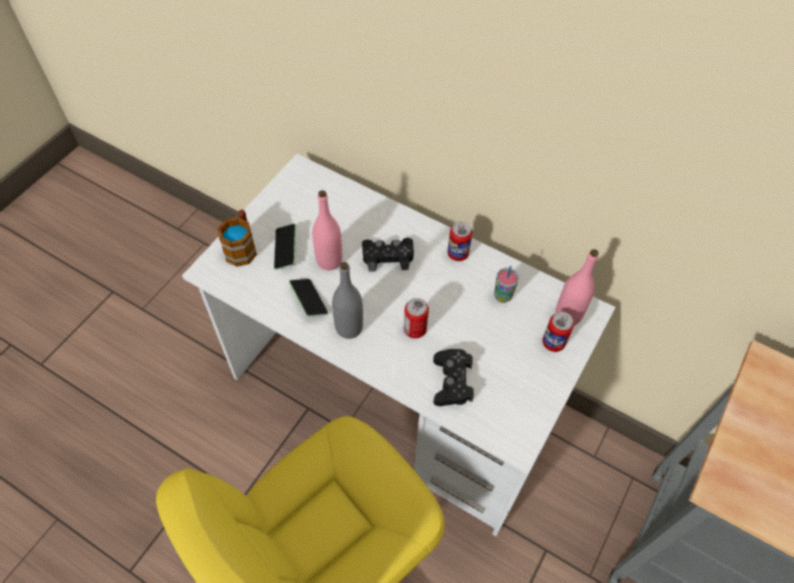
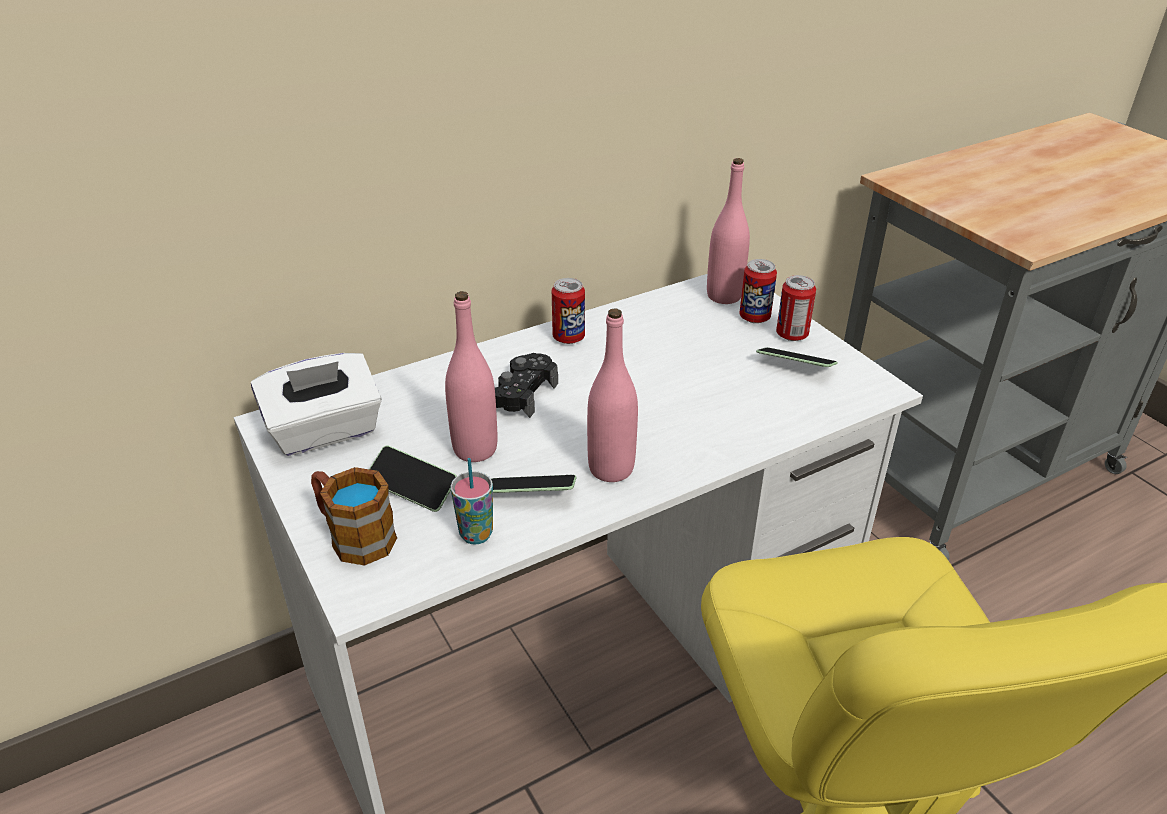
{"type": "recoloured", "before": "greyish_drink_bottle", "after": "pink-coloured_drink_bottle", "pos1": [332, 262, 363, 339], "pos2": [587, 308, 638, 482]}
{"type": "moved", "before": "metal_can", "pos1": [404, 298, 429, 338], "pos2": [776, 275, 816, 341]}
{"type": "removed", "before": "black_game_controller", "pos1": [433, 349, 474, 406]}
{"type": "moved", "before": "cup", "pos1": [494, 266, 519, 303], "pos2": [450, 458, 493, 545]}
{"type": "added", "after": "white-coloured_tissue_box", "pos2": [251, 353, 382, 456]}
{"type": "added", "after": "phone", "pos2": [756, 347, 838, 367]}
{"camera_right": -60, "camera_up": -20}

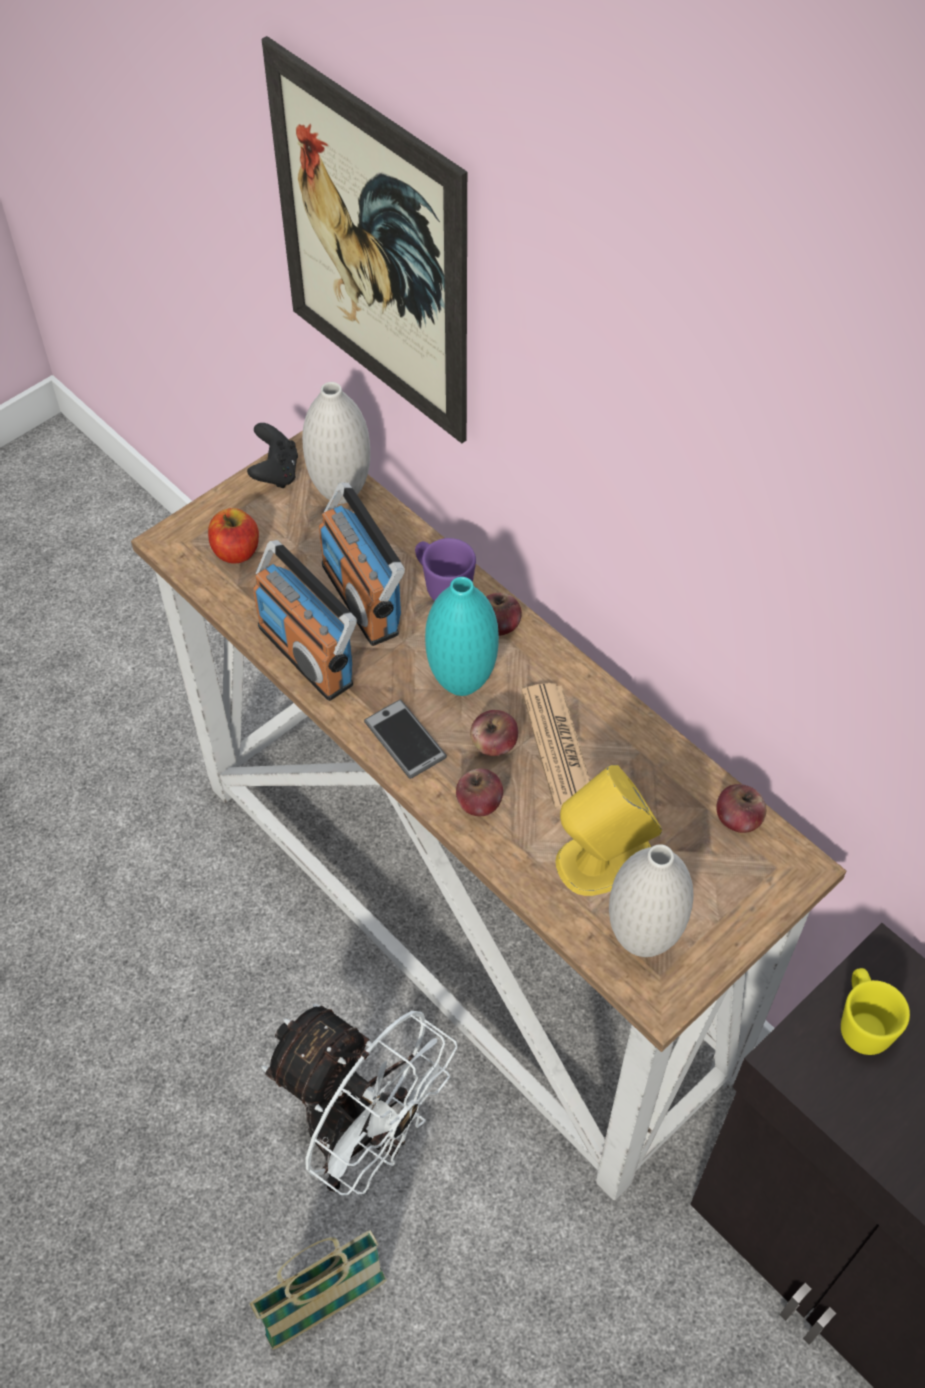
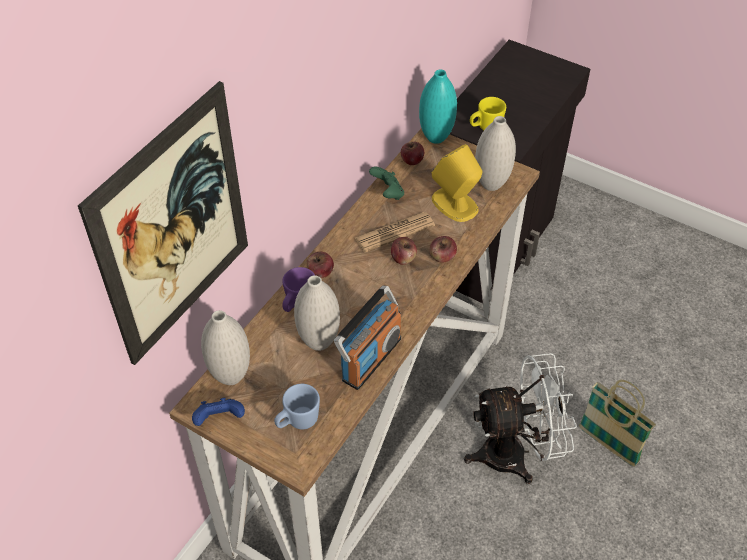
{"type": "replaced", "before": "apple", "after": "blue_coffee_mug", "pos1": [208, 508, 259, 563], "pos2": [274, 384, 320, 429]}
{"type": "recoloured", "before": "black_game_controller", "after": "blue_game_controller", "pos1": [247, 423, 298, 488], "pos2": [192, 398, 245, 426]}
{"type": "turned", "before": "white-coloured_cooling_fan", "pos1": [261, 1004, 458, 1196], "pos2": [464, 353, 577, 484], "turn": 60}
{"type": "replaced", "before": "radio_set", "after": "white-coloured_decorative_vase", "pos1": [319, 482, 405, 646], "pos2": [294, 275, 340, 351]}
{"type": "removed", "before": "phone", "pos1": [364, 700, 447, 779]}
{"type": "moved", "before": "turquoise_decorative_vase", "pos1": [425, 577, 499, 696], "pos2": [419, 69, 457, 144]}
{"type": "added", "after": "green_game_controller", "pos2": [369, 166, 404, 200]}
{"camera_right": -105, "camera_up": -5}

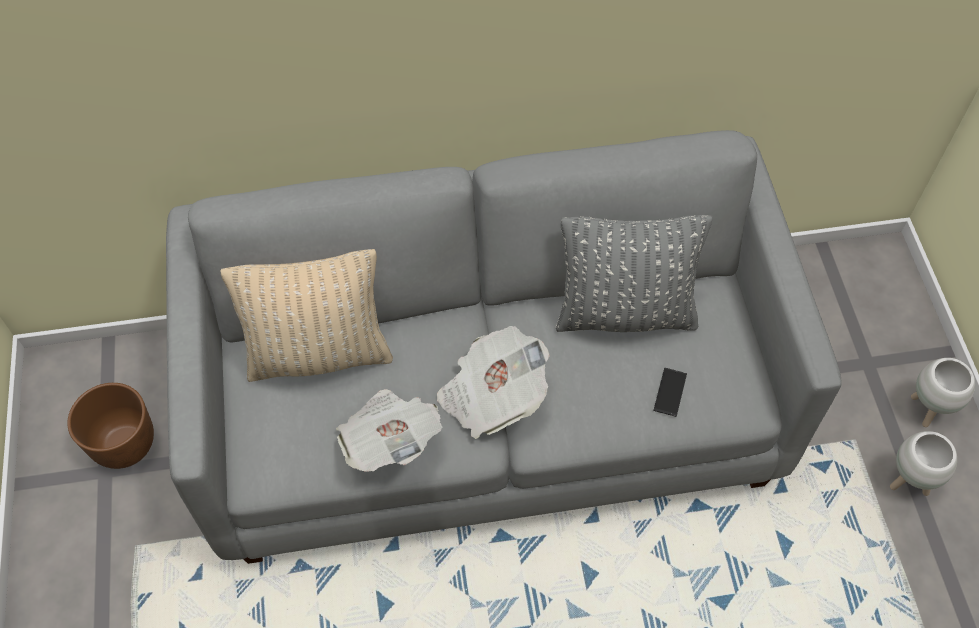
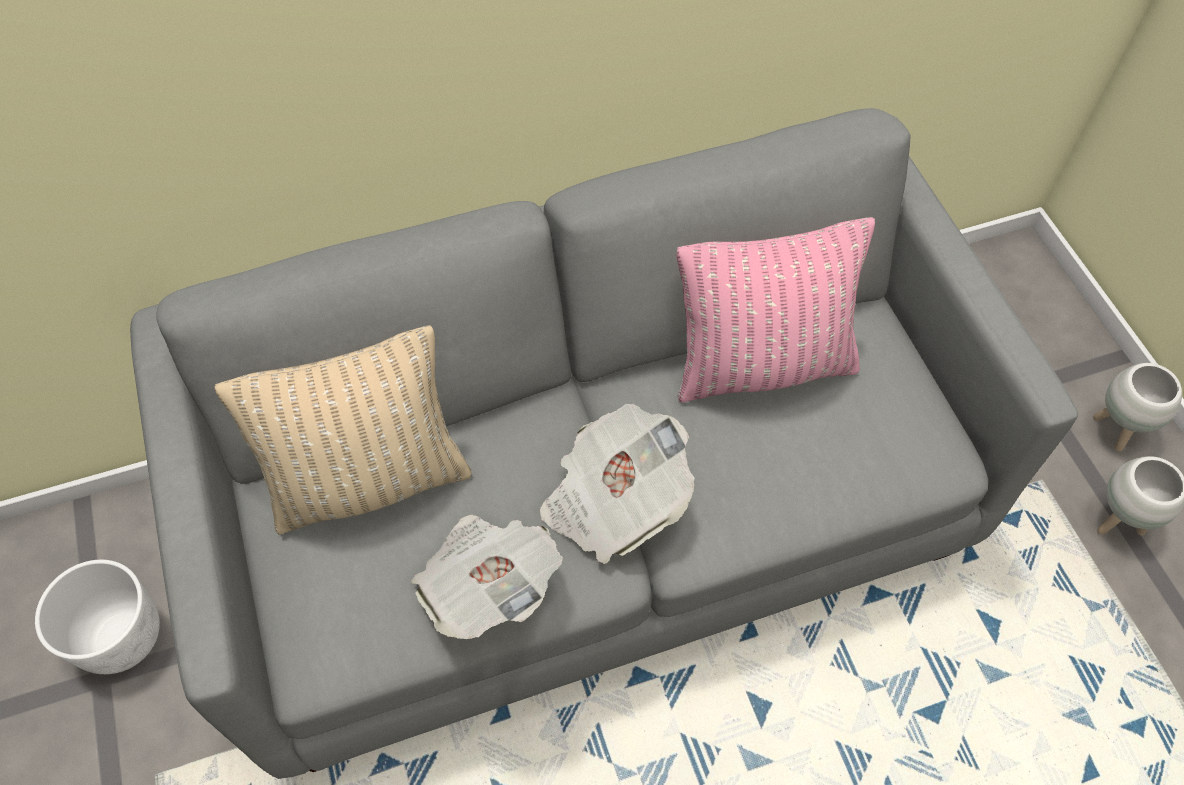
{"type": "recoloured", "before": "brown_flower_pot", "after": "white-coloured_flower_pot", "pos1": [67, 383, 154, 469], "pos2": [35, 560, 160, 674]}
{"type": "recoloured", "before": "greyish_pillow", "after": "pink-coloured_pillow", "pos1": [555, 215, 712, 332], "pos2": [677, 217, 875, 403]}
{"type": "removed", "before": "phone", "pos1": [653, 367, 687, 417]}
{"camera_right": -10, "camera_up": 0}

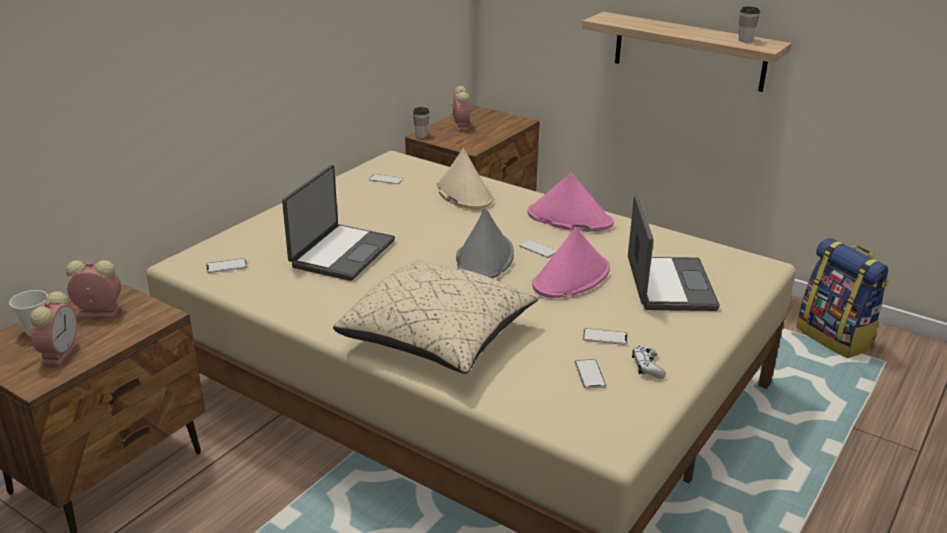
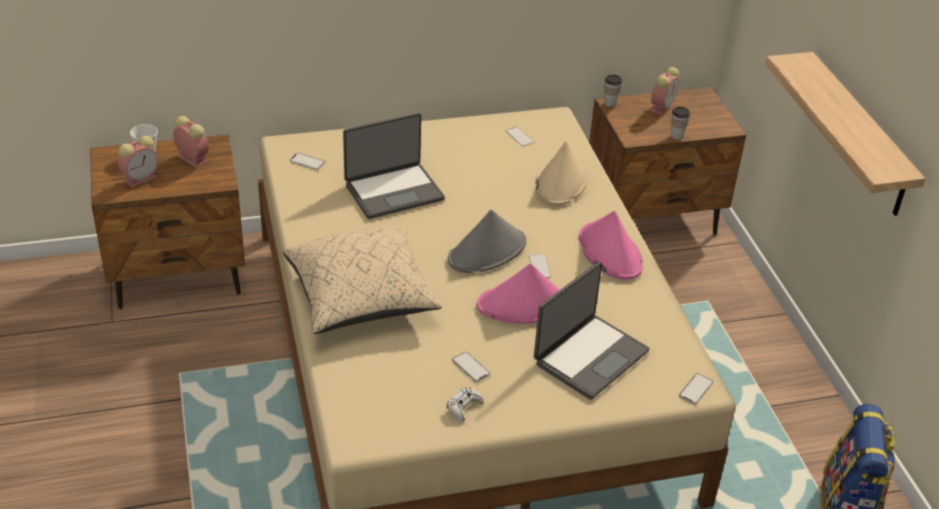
{"type": "moved", "before": "phone", "pos1": [574, 359, 606, 389], "pos2": [679, 373, 714, 404]}
{"type": "moved", "before": "cup", "pos1": [739, 7, 760, 42], "pos2": [671, 107, 690, 140]}
{"camera_right": 40, "camera_up": 10}

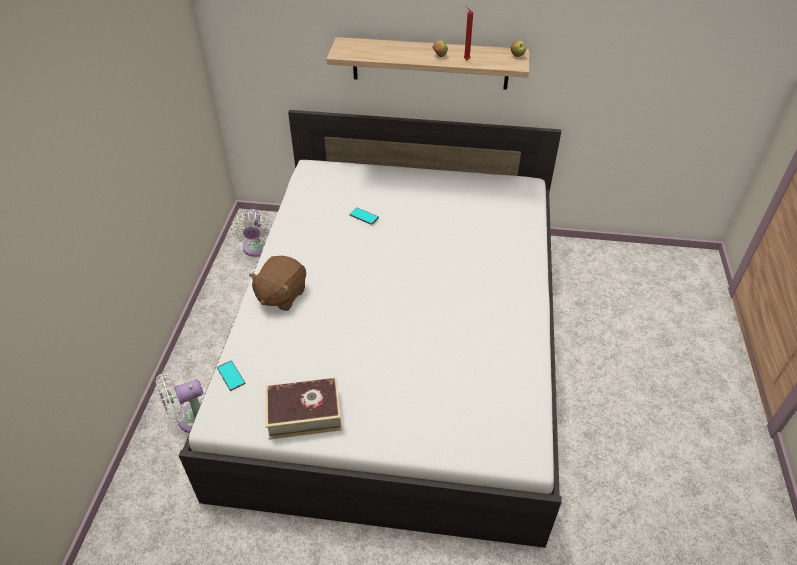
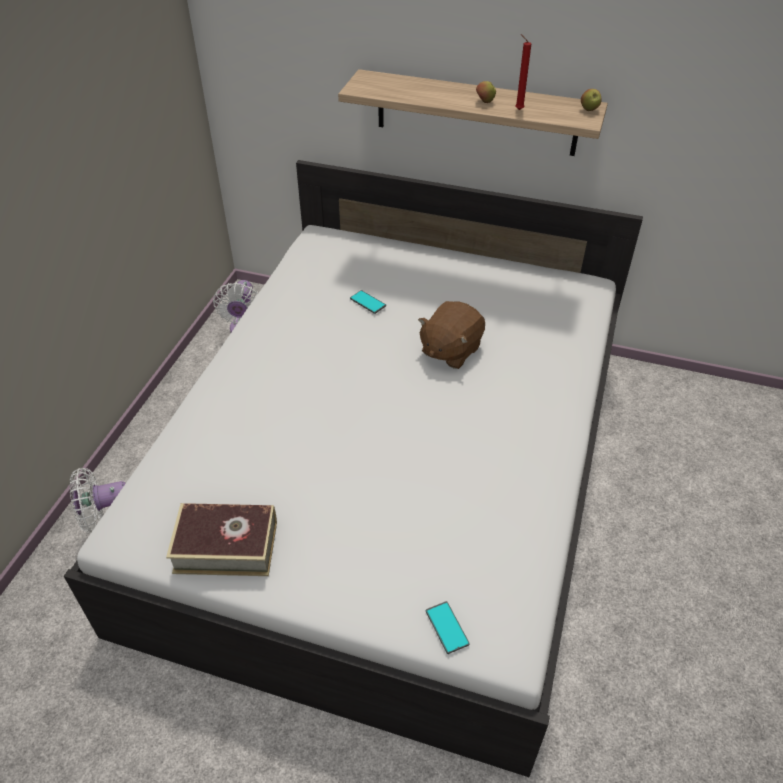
{"type": "moved", "before": "phone", "pos1": [217, 360, 245, 391], "pos2": [426, 601, 470, 654]}
{"type": "moved", "before": "brown_soft_toy", "pos1": [249, 256, 306, 311], "pos2": [418, 301, 485, 369]}
{"camera_right": 10, "camera_up": 0}

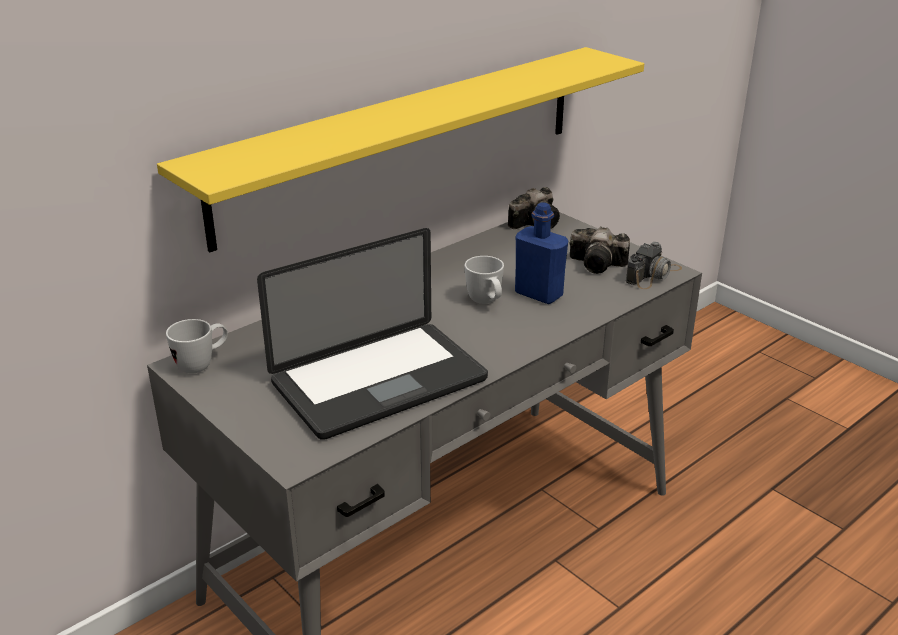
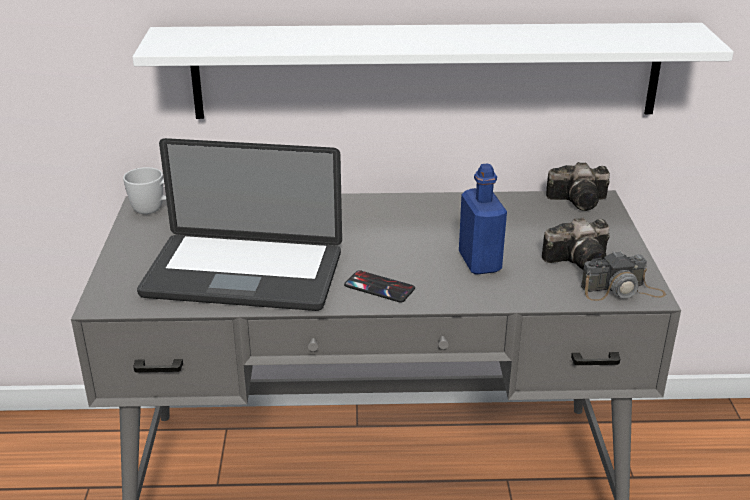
{"type": "recoloured", "before": "yellow-coloured_wall_shelf", "after": "white-coloured_wall_shelf", "pos1": [157, 47, 644, 252], "pos2": [133, 23, 734, 119]}
{"type": "removed", "before": "white-coloured_coffee_mug", "pos1": [465, 256, 504, 304]}
{"type": "turned", "before": "photo_camera", "pos1": [570, 227, 630, 274], "pos2": [542, 218, 610, 270], "turn": -75}
{"type": "added", "after": "phone", "pos2": [344, 270, 415, 303]}
{"camera_right": 40, "camera_up": 0}

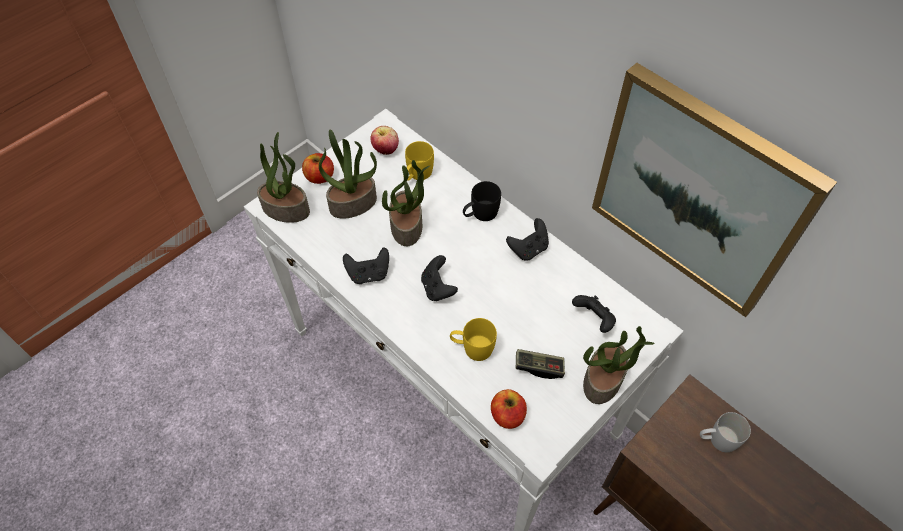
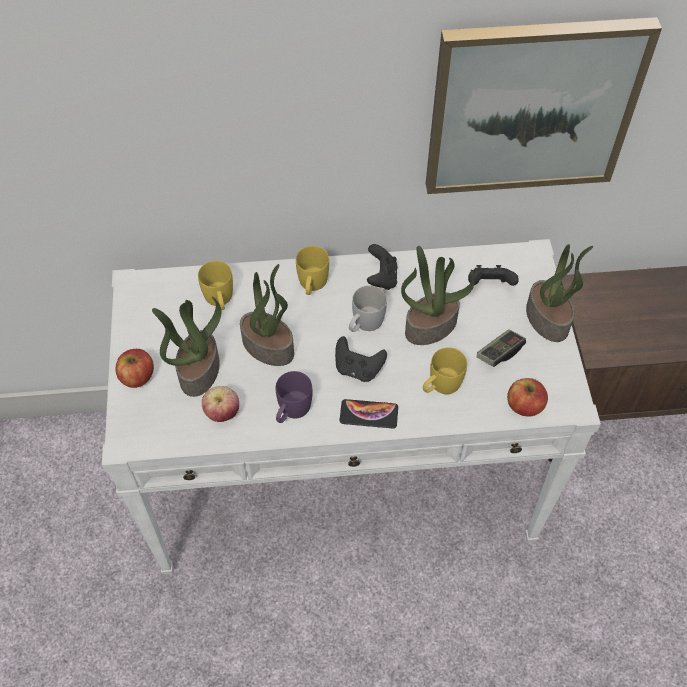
{"type": "moved", "before": "houseplant", "pos1": [257, 132, 310, 223], "pos2": [401, 246, 475, 345]}
{"type": "replaced", "before": "black_game_controller", "after": "purple_coffee_mug", "pos1": [343, 247, 389, 284], "pos2": [276, 371, 312, 423]}
{"type": "moved", "before": "apple", "pos1": [370, 126, 399, 155], "pos2": [202, 386, 239, 422]}
{"type": "recoloured", "before": "black_coffee_mug", "after": "yellow-coloured_coffee_mug", "pos1": [463, 181, 501, 221], "pos2": [296, 246, 329, 295]}
{"type": "moved", "before": "white-coloured_coffee_mug", "pos1": [700, 412, 751, 452], "pos2": [349, 285, 387, 332]}
{"type": "added", "after": "phone", "pos2": [339, 399, 398, 428]}
{"camera_right": -50, "camera_up": 0}

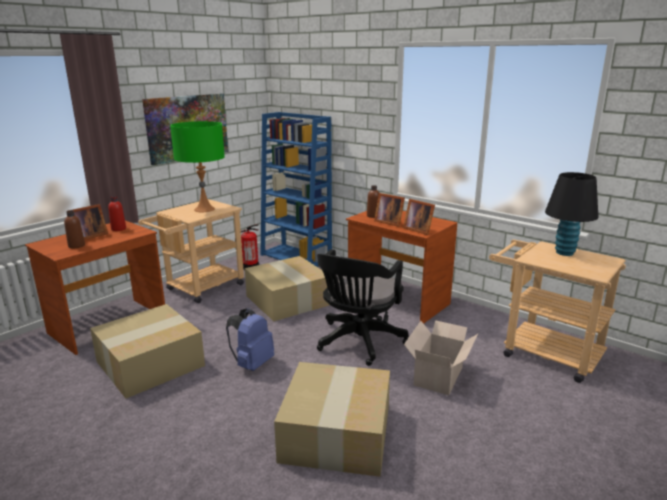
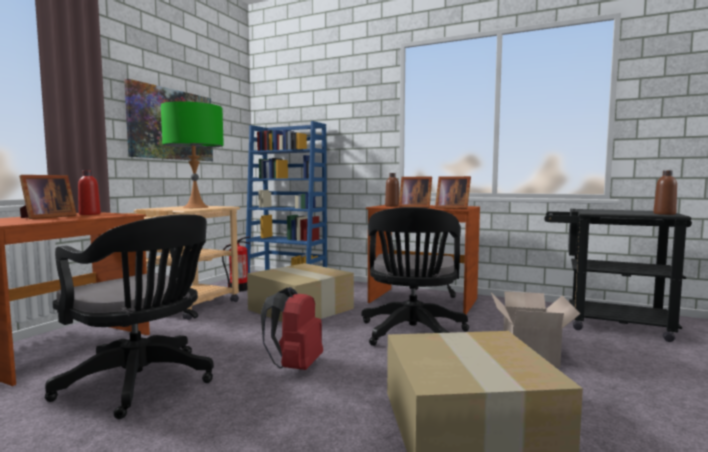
{"type": "moved", "before": "brown_drink_bottle", "pos1": [64, 210, 85, 248], "pos2": [653, 170, 677, 215]}
{"type": "replaced", "before": "carton", "after": "black_computer_chair", "pos1": [90, 304, 205, 398], "pos2": [45, 214, 214, 419]}
{"type": "recoloured", "before": "blue_knapsack", "after": "reddish_knapsack", "pos1": [226, 308, 274, 371], "pos2": [261, 287, 323, 370]}
{"type": "recoloured", "before": "beige_cart", "after": "black_cart", "pos1": [489, 240, 626, 383], "pos2": [544, 209, 692, 342]}
{"type": "removed", "before": "black_lamp_for_a_table", "pos1": [545, 172, 598, 256]}
{"camera_right": -15, "camera_up": -15}

